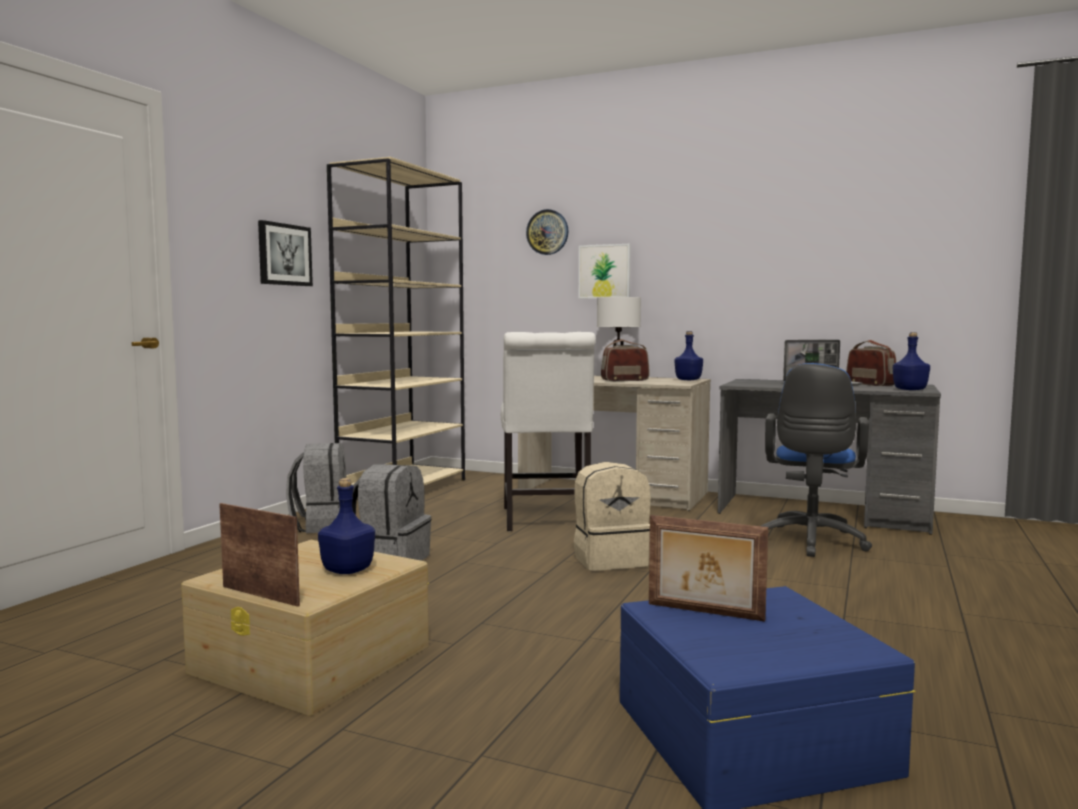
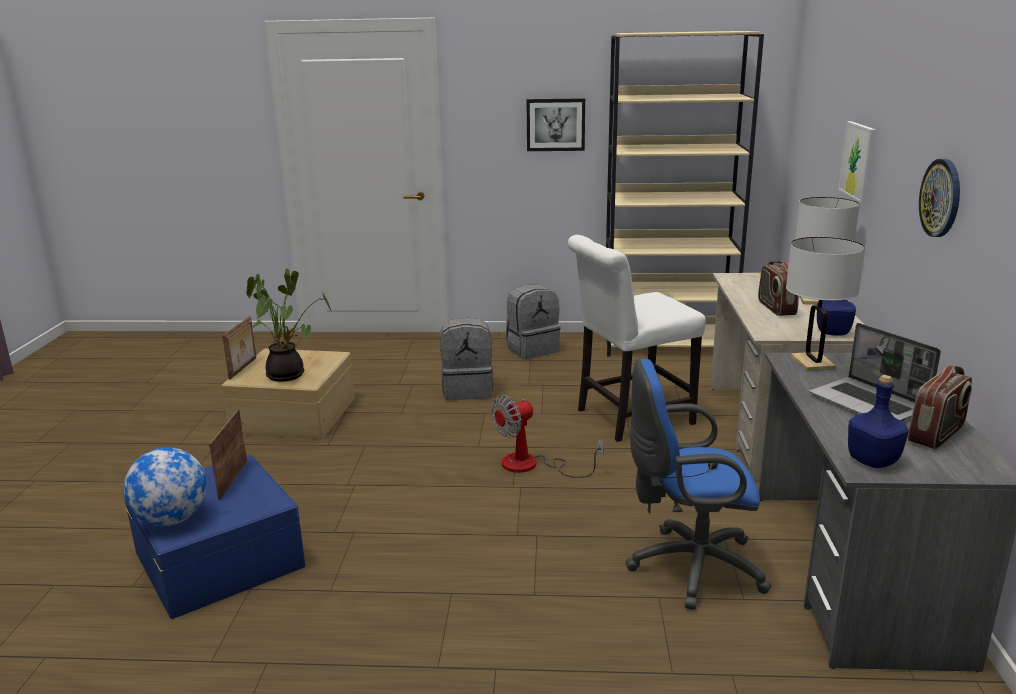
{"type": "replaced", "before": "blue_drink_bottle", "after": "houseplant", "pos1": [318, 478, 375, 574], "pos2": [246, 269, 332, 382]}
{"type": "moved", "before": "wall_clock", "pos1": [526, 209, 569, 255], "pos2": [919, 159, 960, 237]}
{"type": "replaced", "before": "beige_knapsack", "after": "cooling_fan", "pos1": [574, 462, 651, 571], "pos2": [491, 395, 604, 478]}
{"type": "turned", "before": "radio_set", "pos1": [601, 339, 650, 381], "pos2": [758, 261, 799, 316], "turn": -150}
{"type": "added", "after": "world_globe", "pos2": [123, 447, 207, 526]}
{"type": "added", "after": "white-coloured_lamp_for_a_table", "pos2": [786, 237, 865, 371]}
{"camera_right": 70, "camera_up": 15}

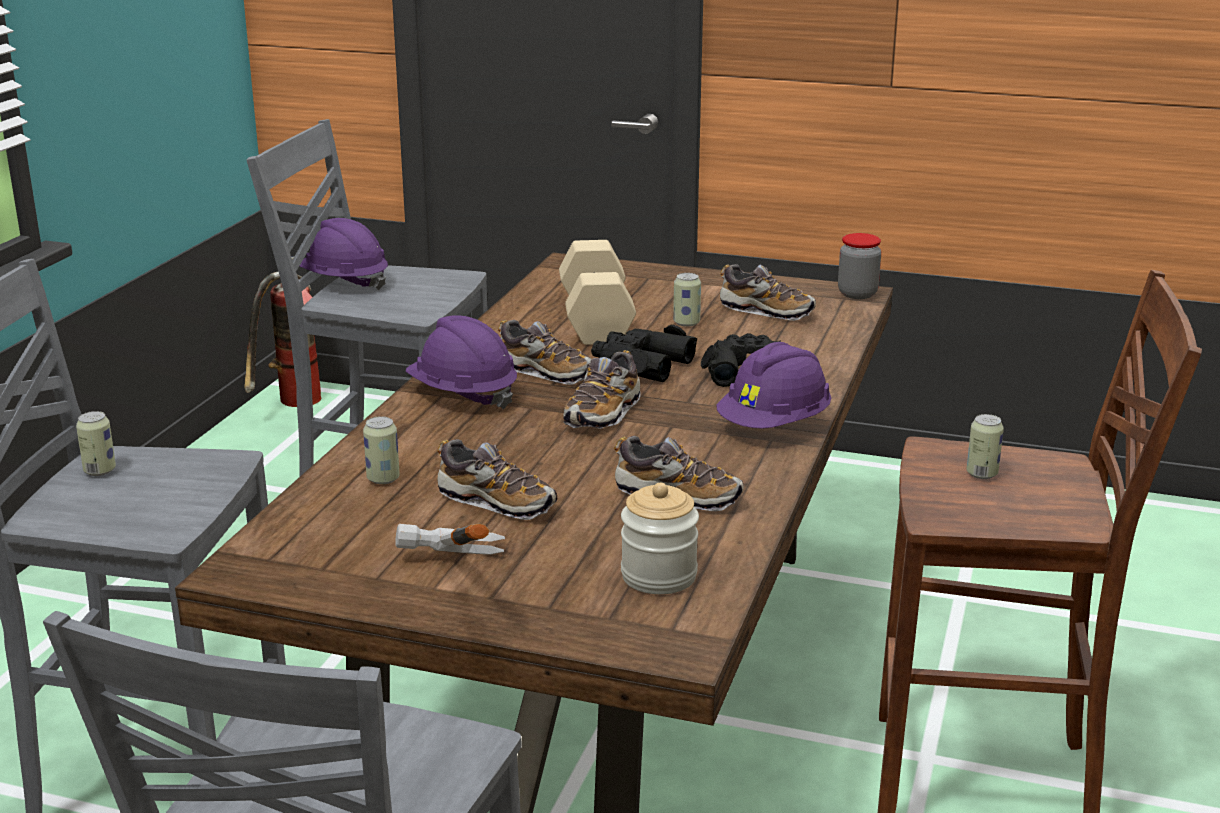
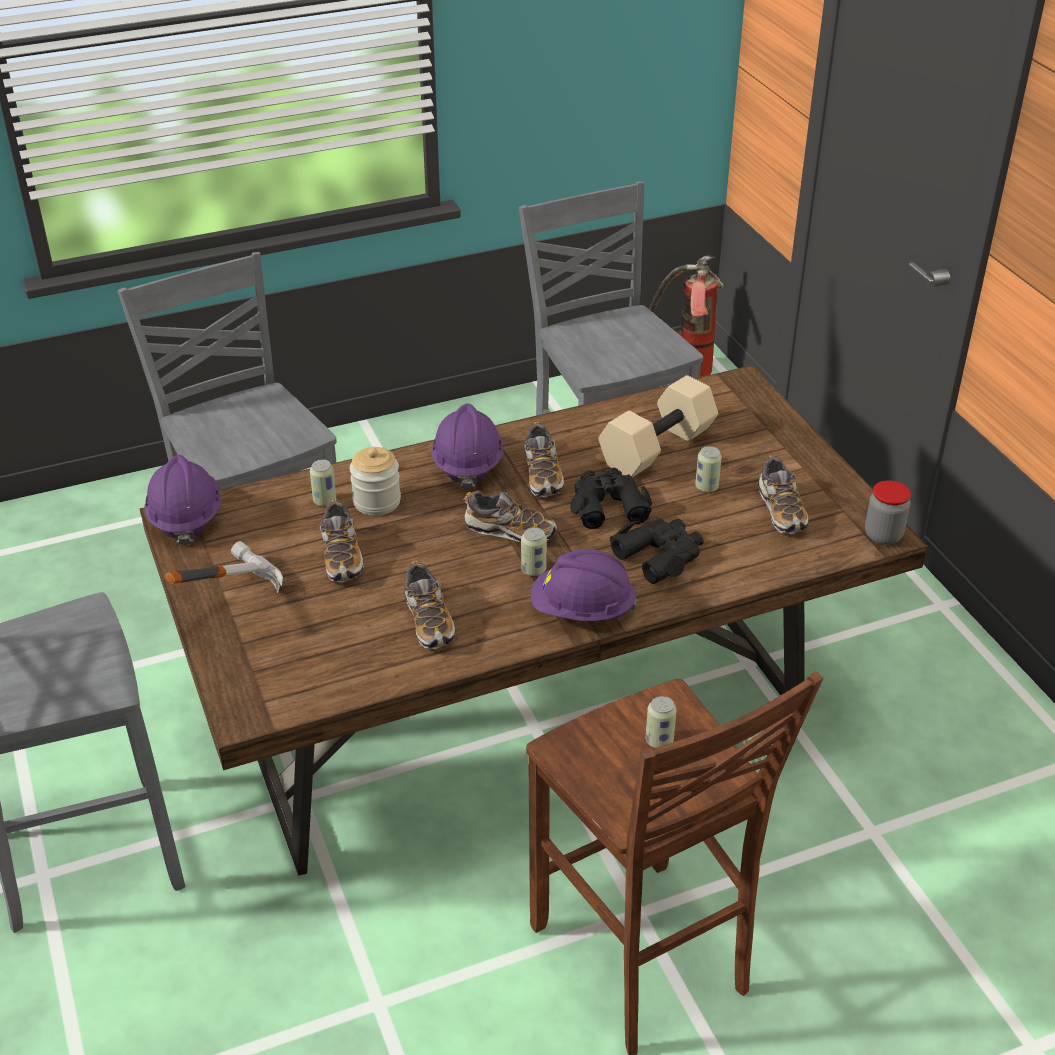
{"type": "moved", "before": "metal_can", "pos1": [76, 411, 116, 476], "pos2": [521, 527, 547, 576]}
{"type": "moved", "before": "purple_hard_hat", "pos1": [299, 218, 388, 290], "pos2": [145, 455, 221, 545]}
{"type": "turned", "before": "low_shoe", "pos1": [563, 350, 641, 429], "pos2": [463, 490, 557, 542], "turn": -150}
{"type": "moved", "before": "storage_jar", "pos1": [621, 483, 699, 594], "pos2": [350, 447, 401, 516]}
{"camera_right": 50, "camera_up": 15}

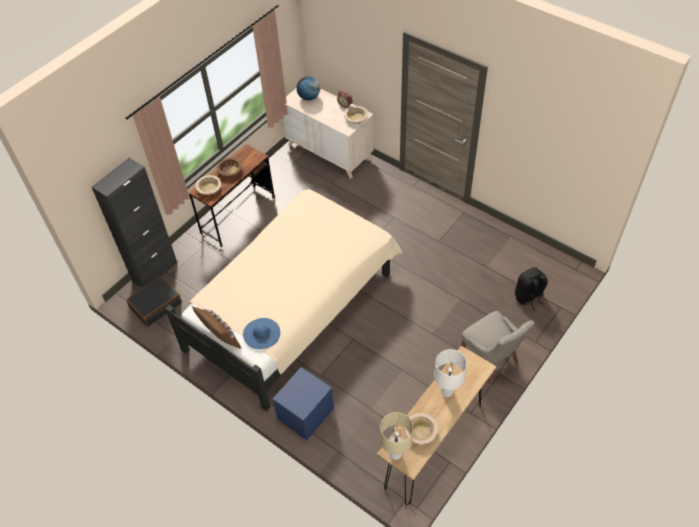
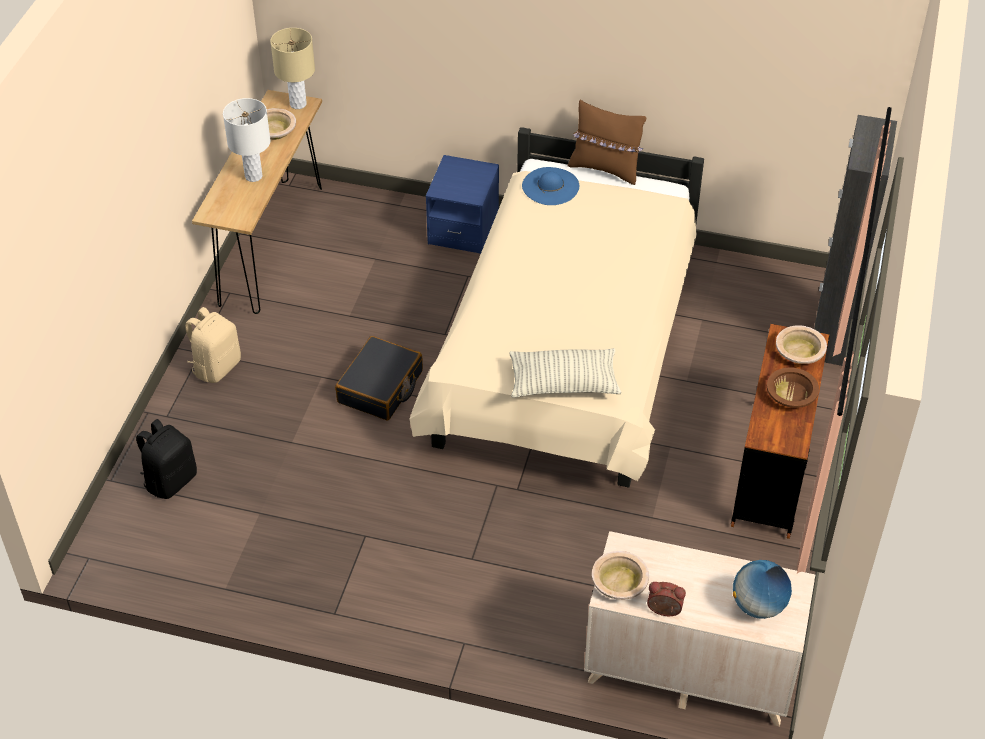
{"type": "moved", "before": "black_piece_of_luggage", "pos1": [126, 276, 182, 327], "pos2": [335, 336, 423, 420]}
{"type": "replaced", "before": "greyish_chair", "after": "beige_knapsack", "pos1": [461, 311, 535, 383], "pos2": [185, 307, 241, 383]}
{"type": "added", "after": "pillow", "pos2": [509, 348, 622, 398]}
{"camera_right": 155, "camera_up": -5}

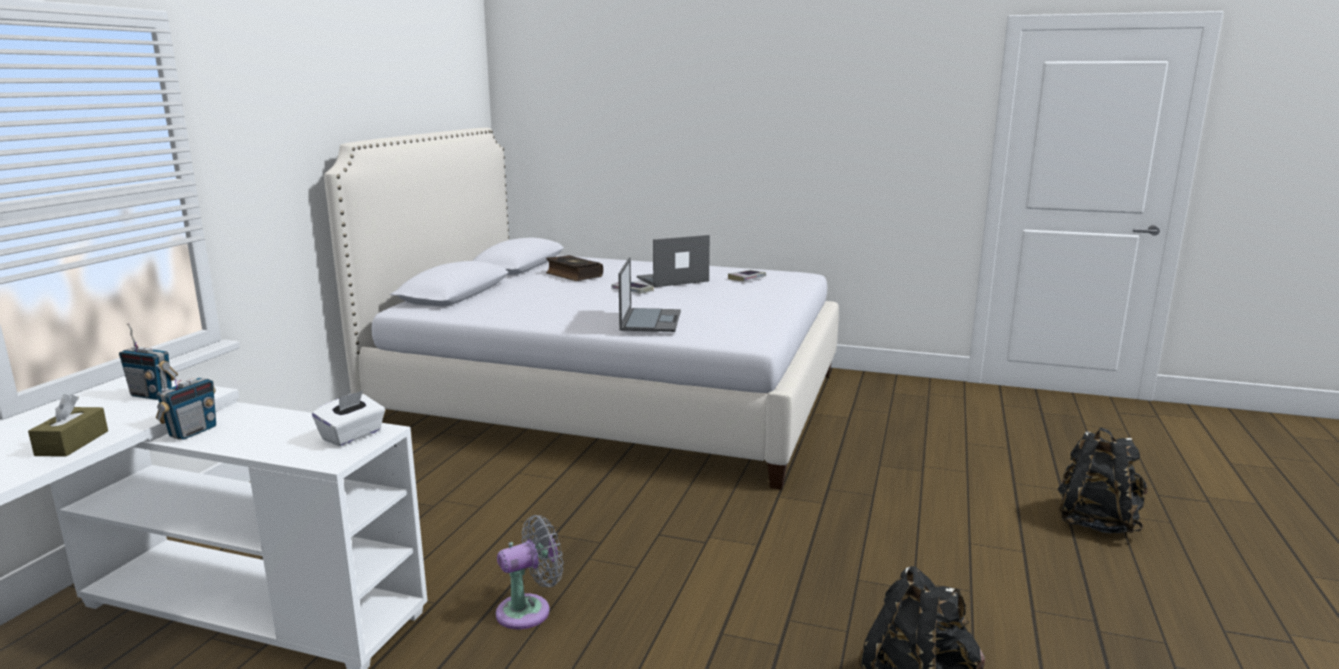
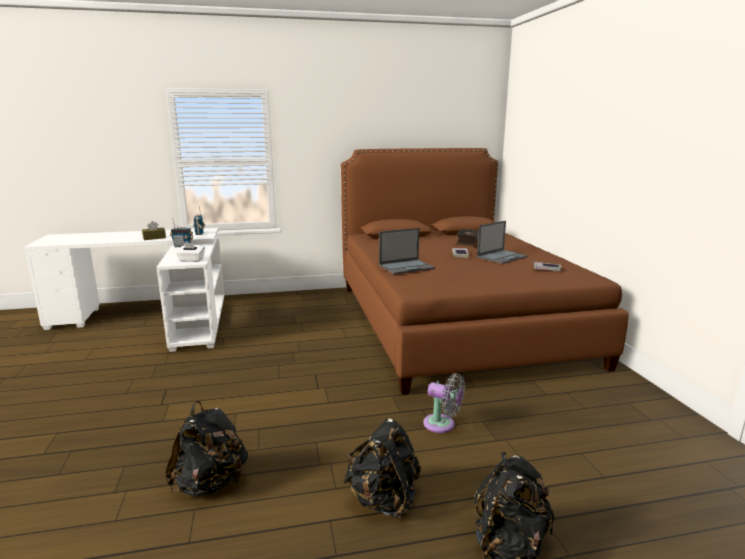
{"type": "recoloured", "before": "white-coloured_bedroom_bed", "after": "brown_bedroom_bed", "pos1": [324, 128, 839, 490], "pos2": [341, 148, 628, 395]}
{"type": "moved", "before": "greyish_cooling_fan", "pos1": [496, 515, 563, 629], "pos2": [423, 374, 465, 433]}
{"type": "turned", "before": "laptop", "pos1": [637, 235, 710, 287], "pos2": [477, 221, 528, 264], "turn": 105}
{"type": "added", "after": "black_knapsack", "pos2": [343, 418, 421, 519]}
{"camera_right": 60, "camera_up": 0}

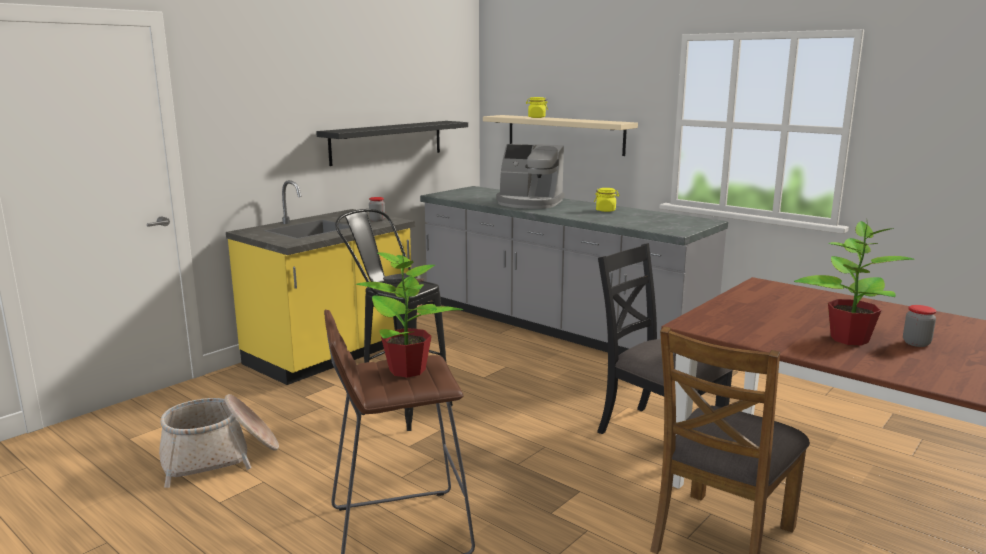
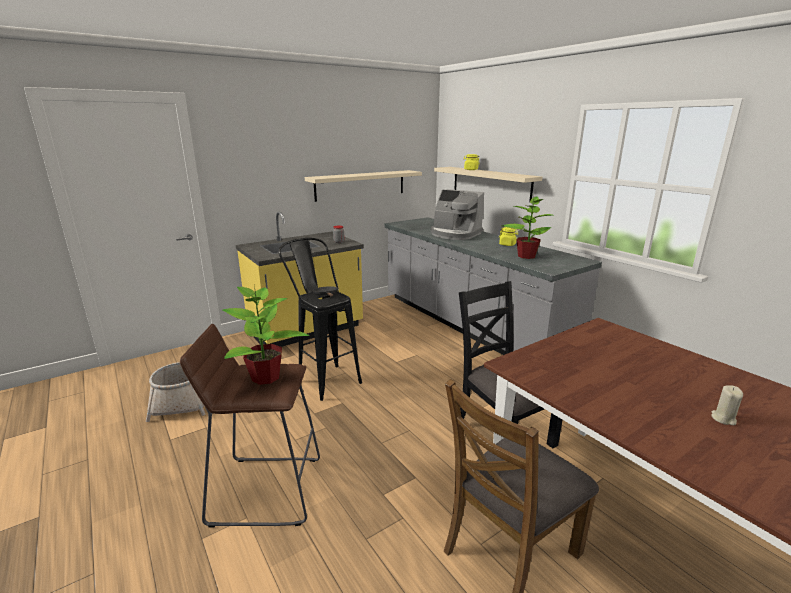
{"type": "recoloured", "before": "black_wall_shelf", "after": "beige_wall_shelf", "pos1": [316, 121, 468, 166], "pos2": [305, 170, 422, 202]}
{"type": "moved", "before": "houseplant", "pos1": [794, 218, 915, 346], "pos2": [502, 196, 553, 259]}
{"type": "replaced", "before": "storage_jar", "after": "beige_wax_candle", "pos1": [903, 305, 936, 347], "pos2": [711, 385, 743, 425]}
{"camera_right": 15, "camera_up": 5}

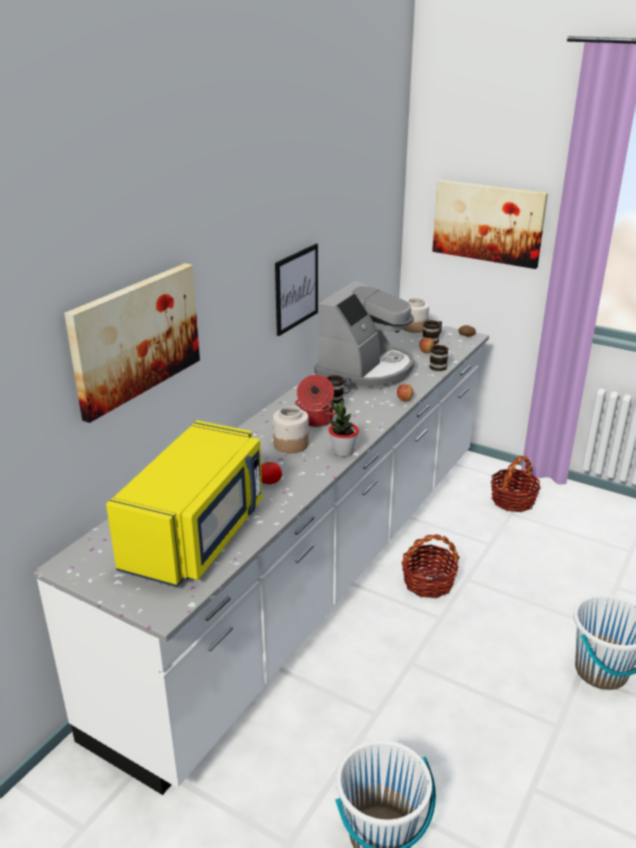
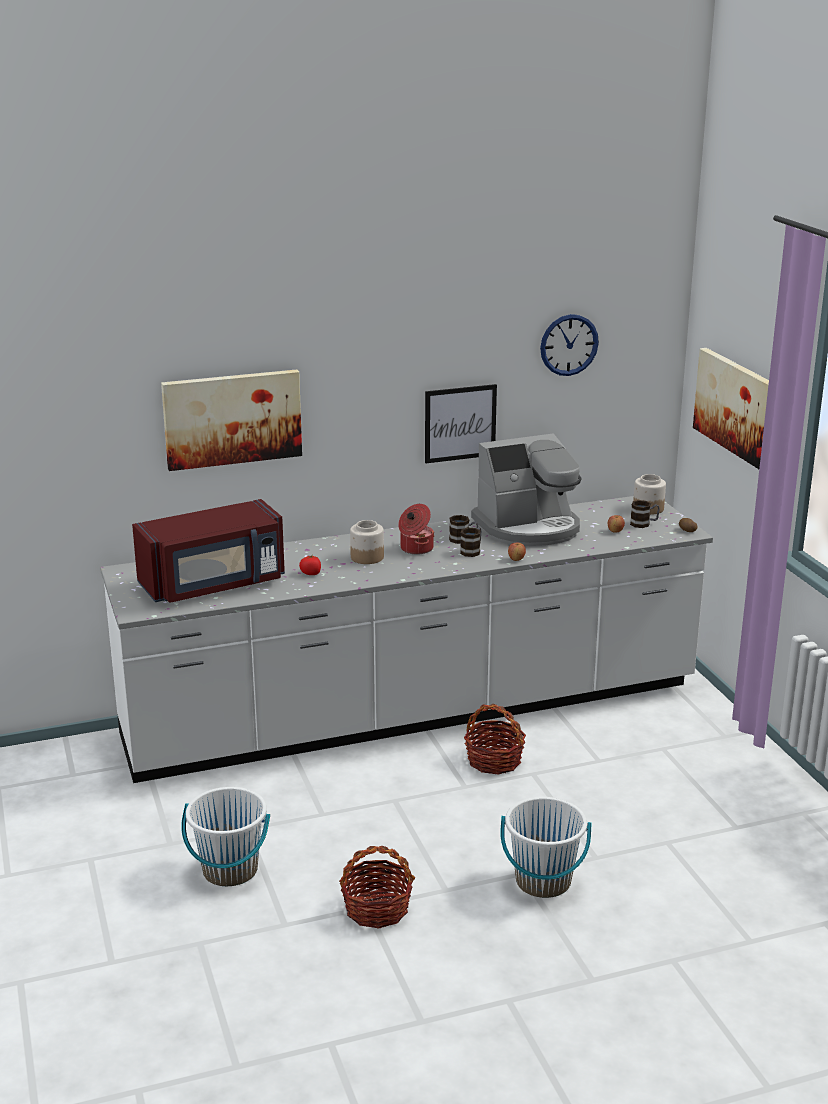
{"type": "recoloured", "before": "yellow-coloured_kitchen_microwave", "after": "reddish_kitchen_microwave", "pos1": [106, 420, 262, 587], "pos2": [132, 499, 285, 603]}
{"type": "removed", "before": "houseplant", "pos1": [328, 400, 359, 457]}
{"type": "moved", "before": "coffee_mug", "pos1": [429, 344, 449, 371], "pos2": [460, 528, 481, 557]}
{"type": "moved", "before": "basket", "pos1": [491, 455, 541, 512], "pos2": [339, 846, 415, 928]}
{"type": "added", "after": "wall_clock", "pos2": [540, 314, 599, 376]}
{"camera_right": 40, "camera_up": -5}

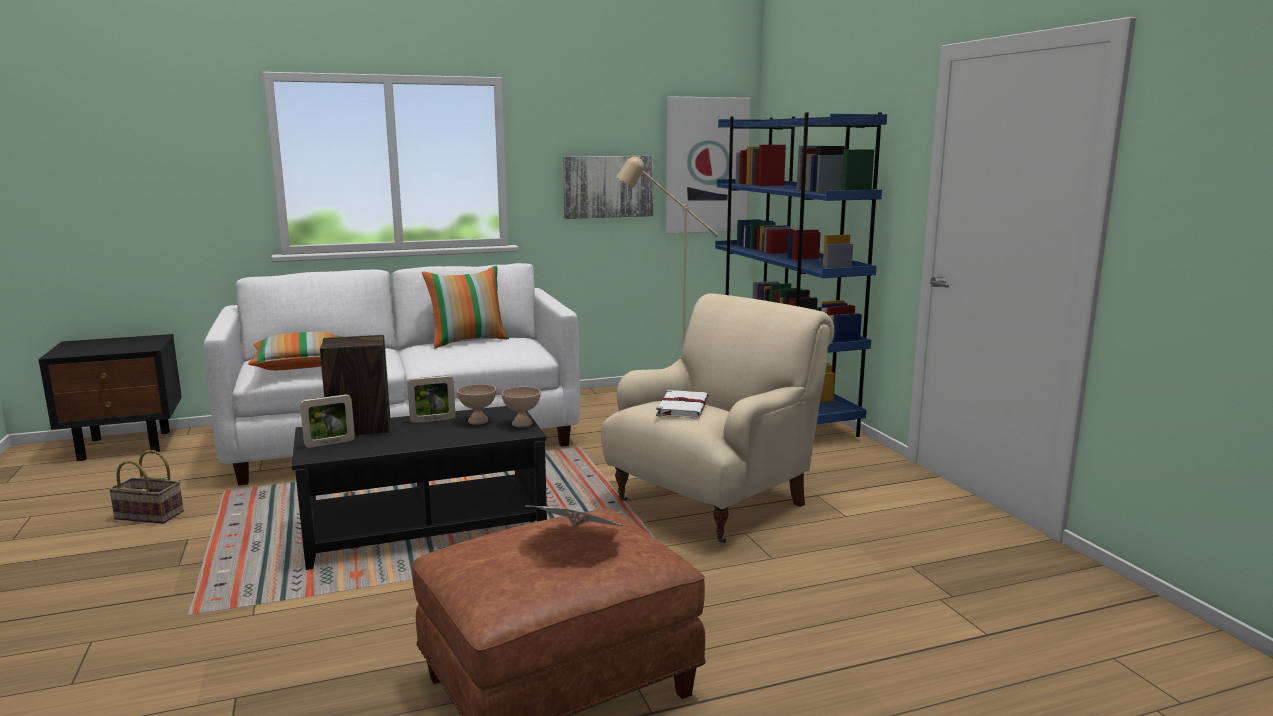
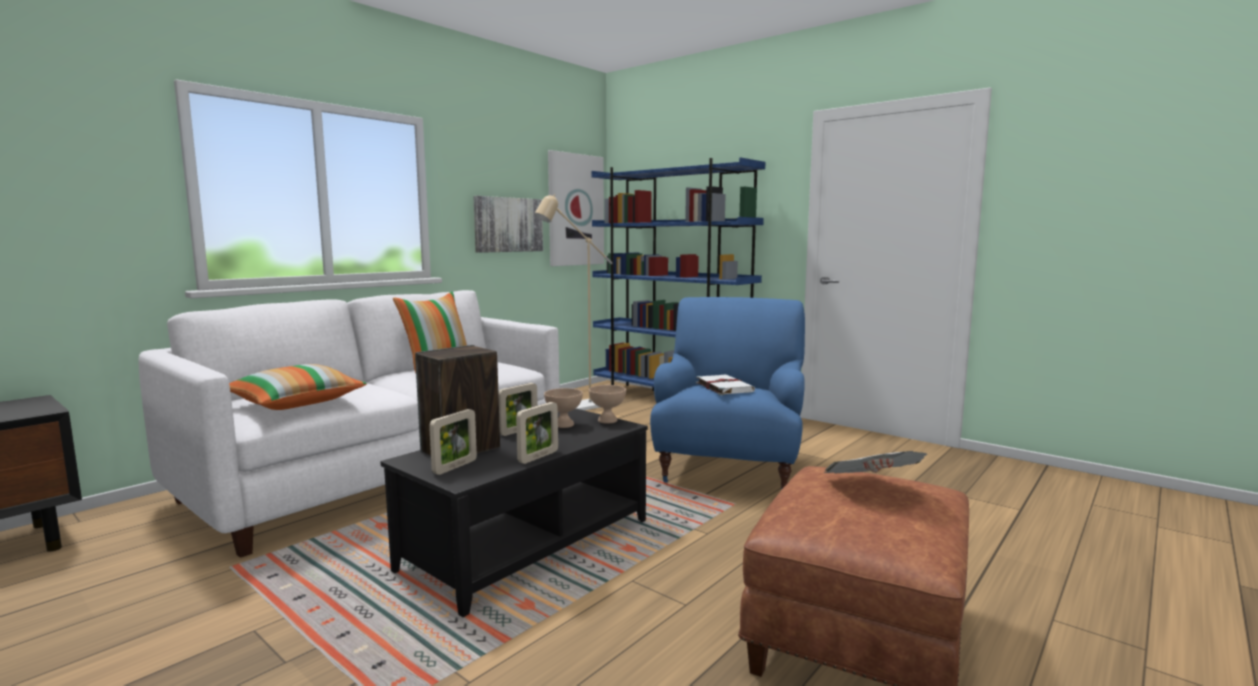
{"type": "removed", "before": "basket", "pos1": [108, 450, 184, 524]}
{"type": "recoloured", "before": "beige_armchair", "after": "blue_armchair", "pos1": [601, 293, 834, 543], "pos2": [650, 297, 805, 490]}
{"type": "added", "after": "picture_frame", "pos2": [516, 402, 558, 464]}
{"camera_right": -30, "camera_up": -5}

